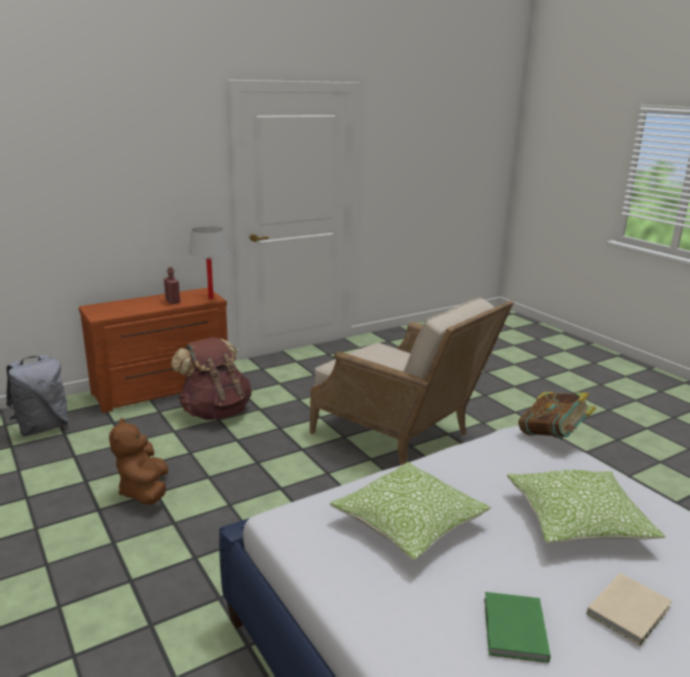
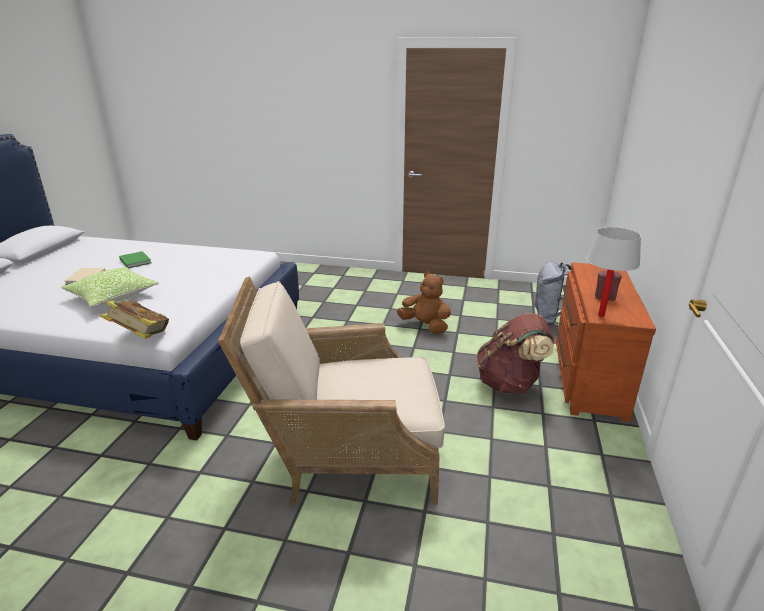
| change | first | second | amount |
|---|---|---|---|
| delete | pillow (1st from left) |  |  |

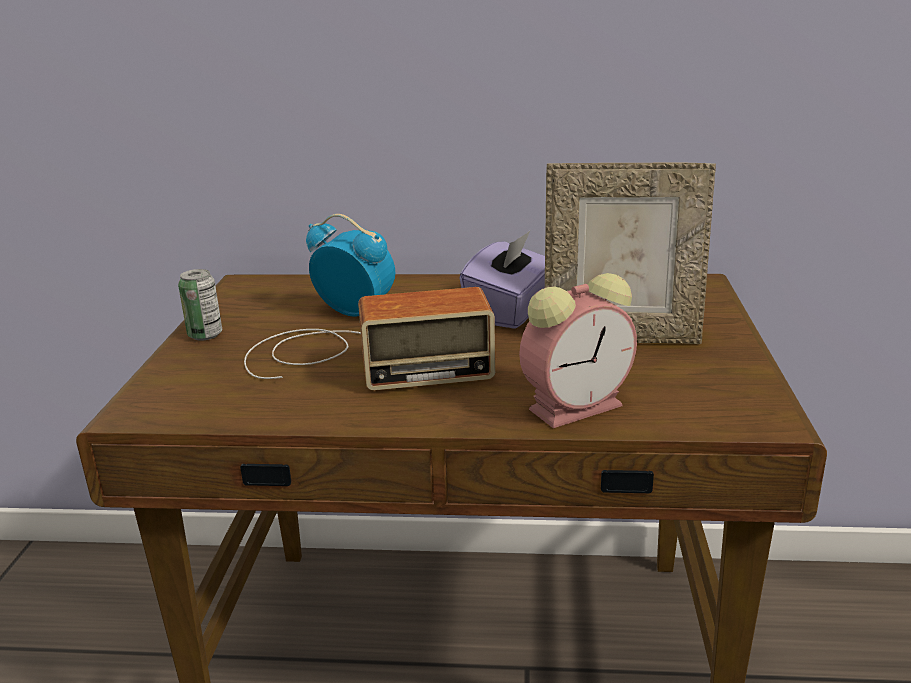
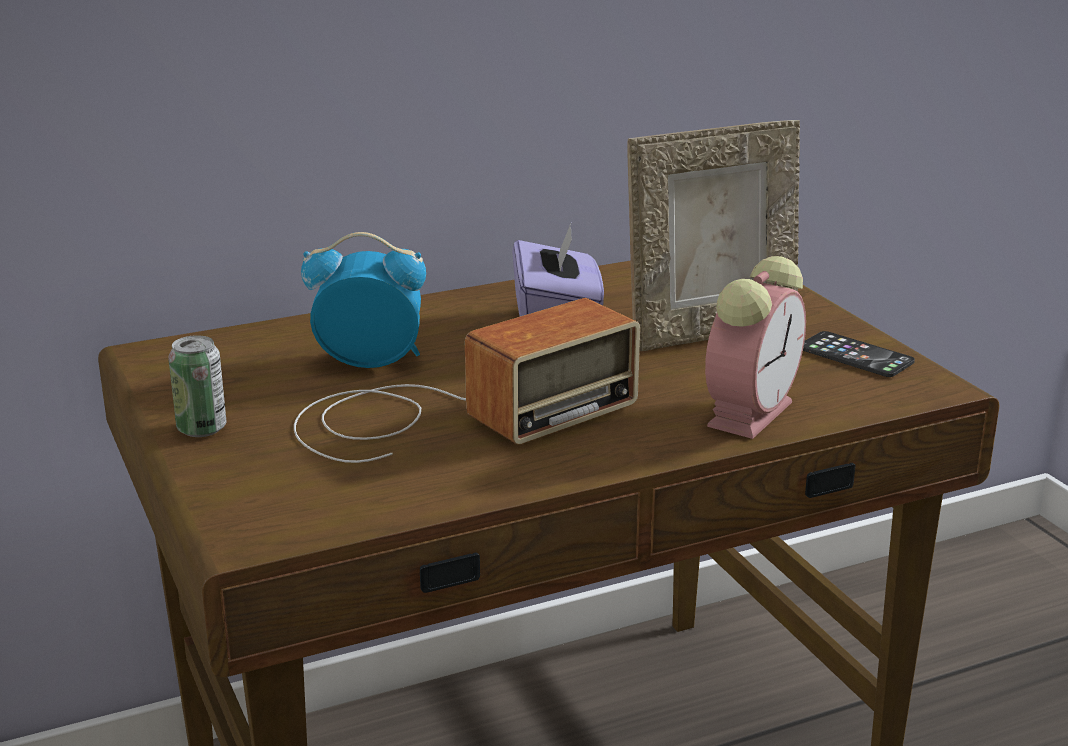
| change | first | second | amount |
|---|---|---|---|
| insert |  | handset |  |

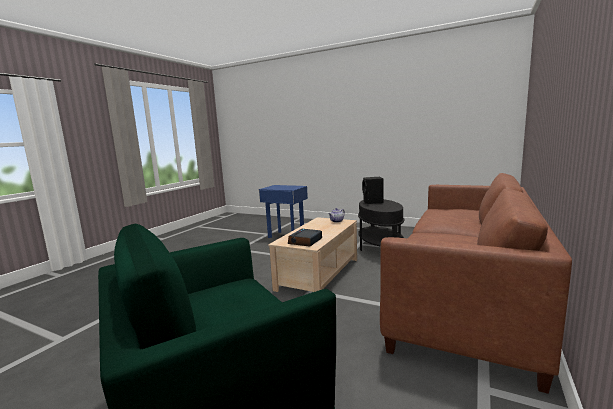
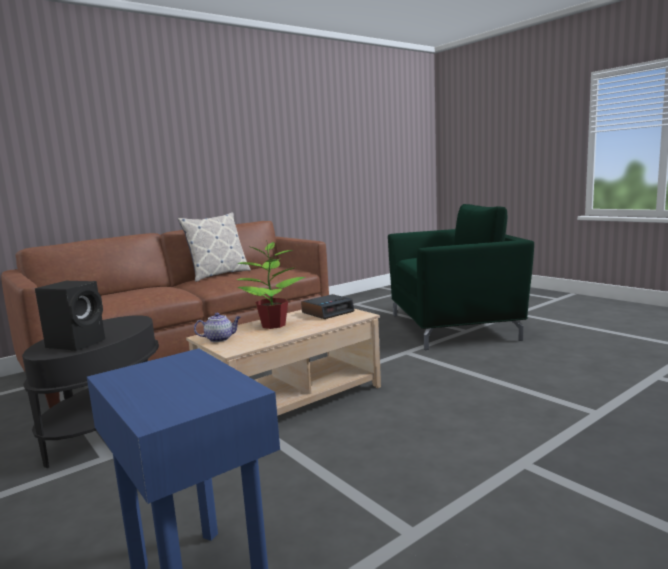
| change | first | second | amount |
|---|---|---|---|
| insert |  | pillow |  |
| insert |  | potted plant |  |

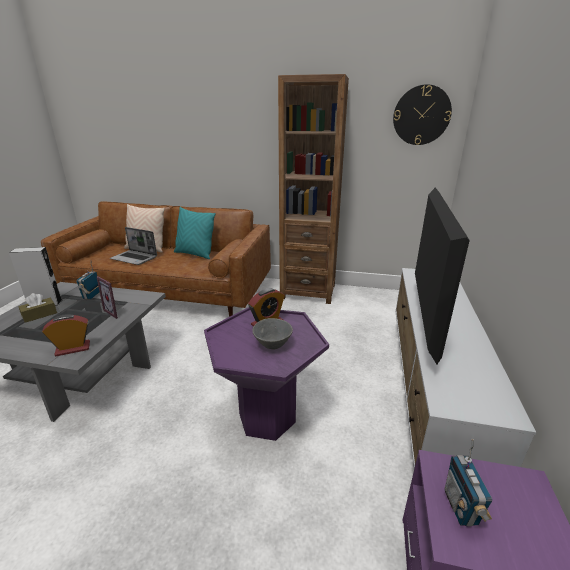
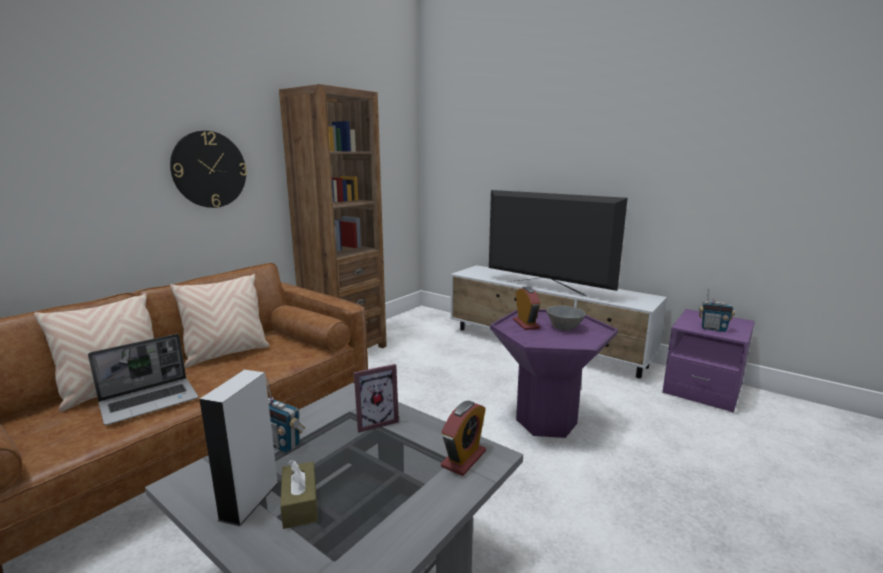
| change | first | second | amount |
|---|---|---|---|
| move | clock on the wall |  |  |
| recolor | pillow (turquoise) | pillow (beige-coloured) (2nd from left) |  |
| rotate | table clock (1st from left) |  | 150 degrees counterclockwise |

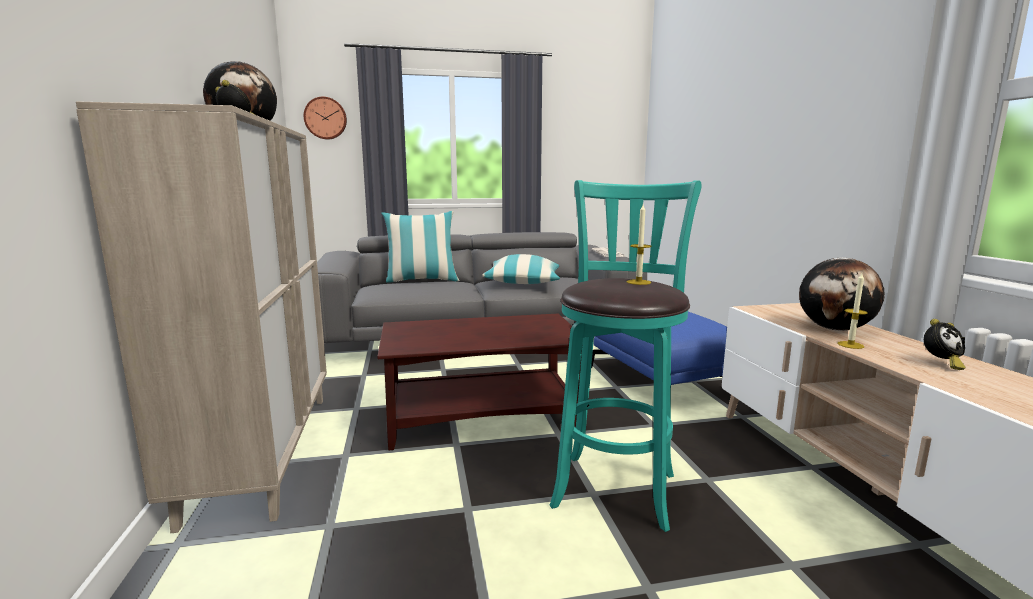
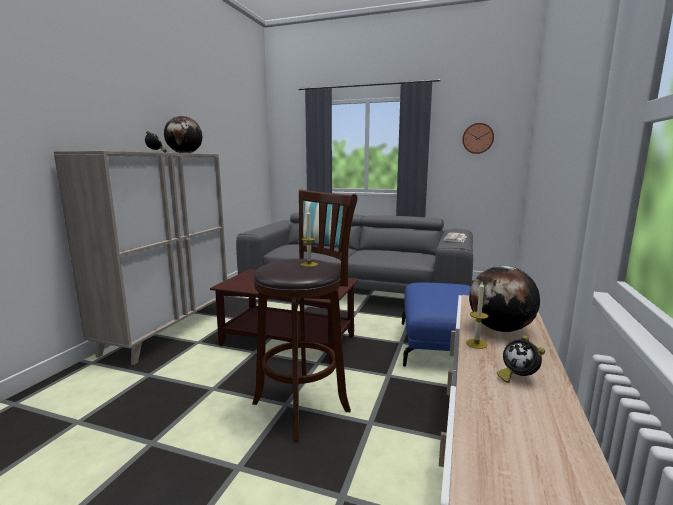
| change | first | second | amount |
|---|---|---|---|
| recolor | sitting stool (turquoise) | sitting stool (brownish) |  |
| move | clock on the wall |  |  |
| rotate | table clock (2nd from left) |  | 45 degrees clockwise |
| delete | pillow (2nd from left) |  |  |

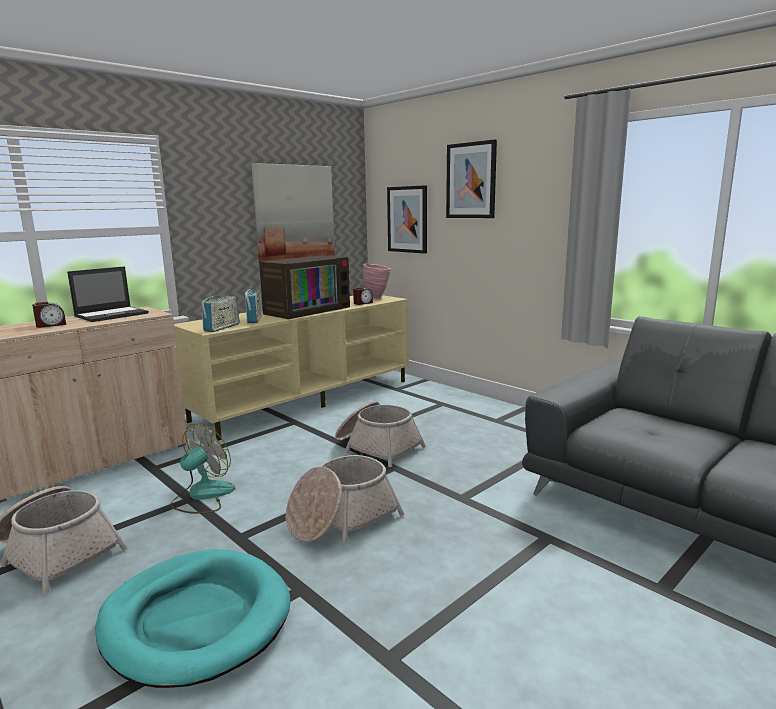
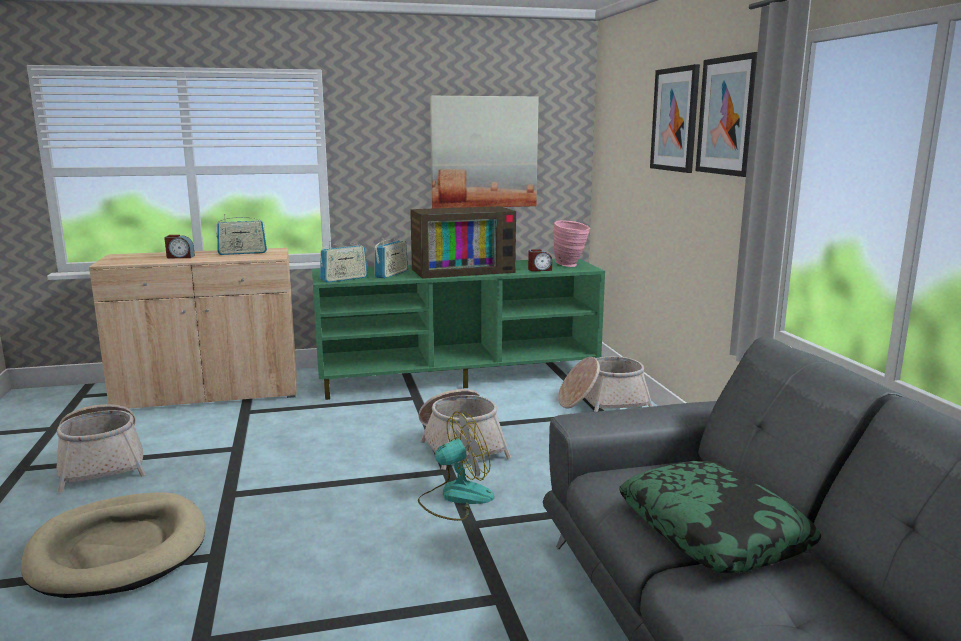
| change | first | second | amount |
|---|---|---|---|
| recolor | dog bed (turquoise) | dog bed (beige-coloured) |  |
| replace | portable computer | radio (1st from left) |  |
| recolor | tv stand (beige-coloured) | tv stand (greenish) |  |
| move | cooling fan |  |  |
| move | basket (2nd from left in the first image) | basket (3rd from left) |  |
| insert |  | pillow |  |
| move | wall art (2nd from left in the first image) | wall art (3rd from left) |  |

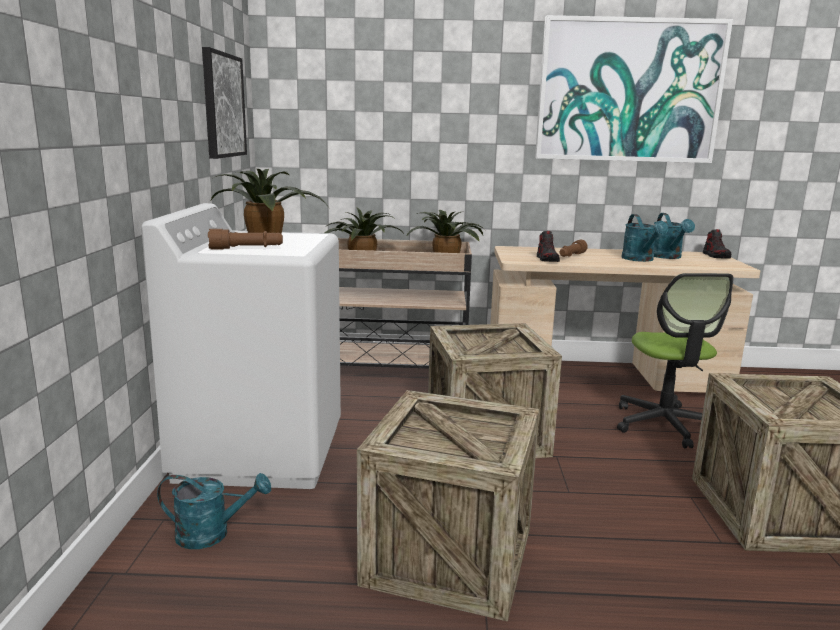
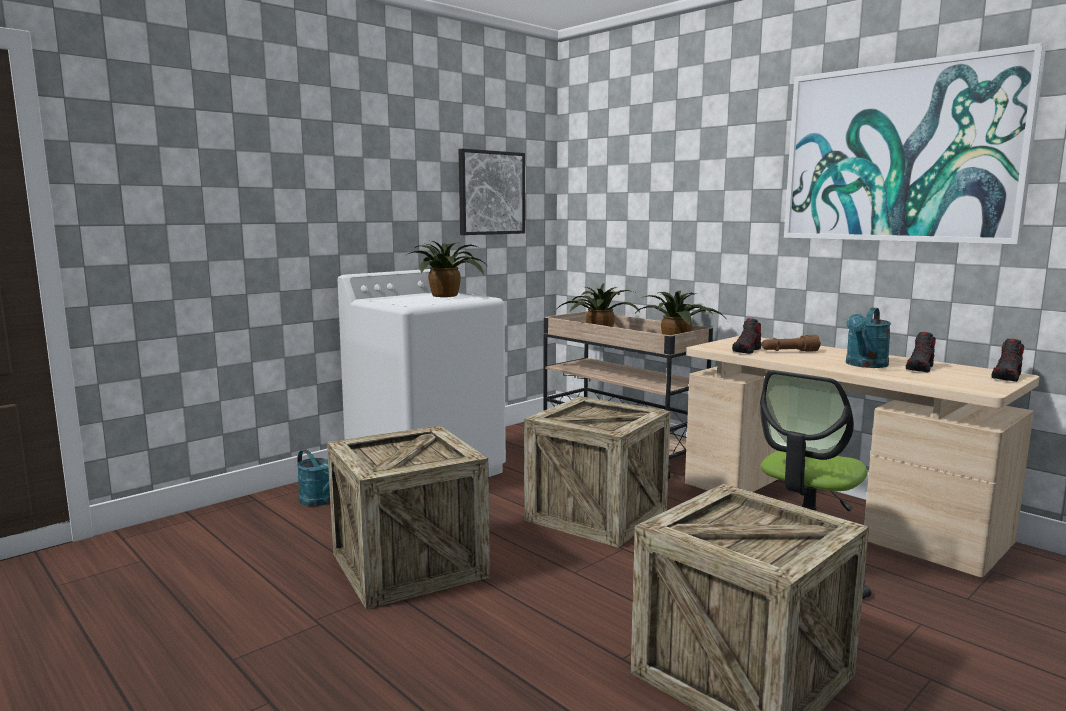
| change | first | second | amount |
|---|---|---|---|
| replace | sprinkling can (turquoise) (3rd from left) | item of footwear (2nd from left) |  |
| delete | torch (brownish) (1st from left) |  |  |

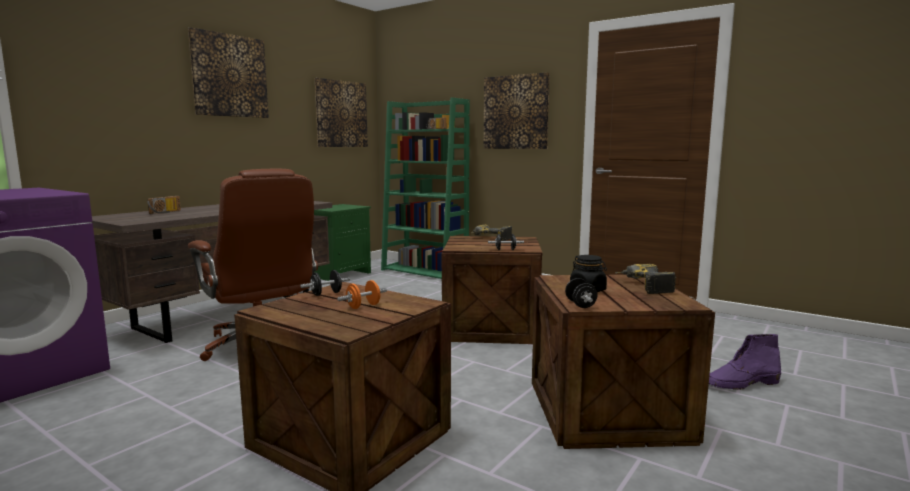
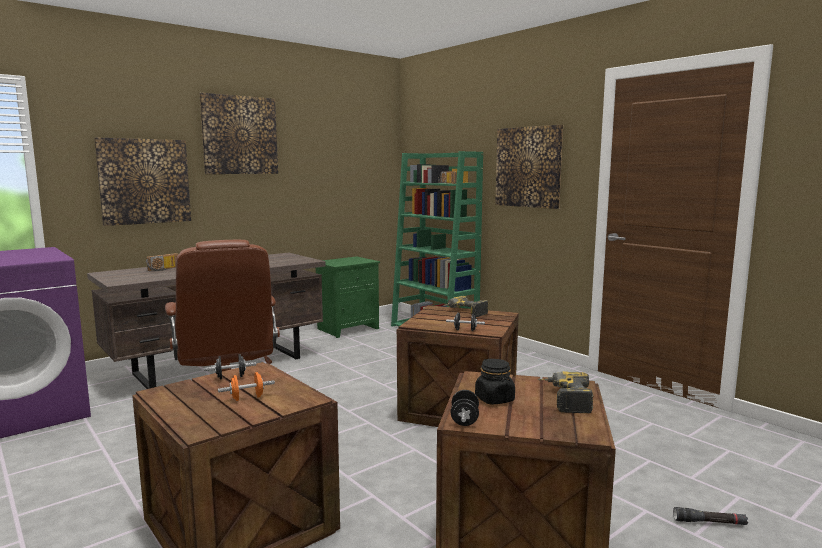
| change | first | second | amount |
|---|---|---|---|
| move | wall art (2nd from left in the first image) | wall art (1st from left) |  |
| replace | tall boot (purple) | torch (black-coloured) |  |

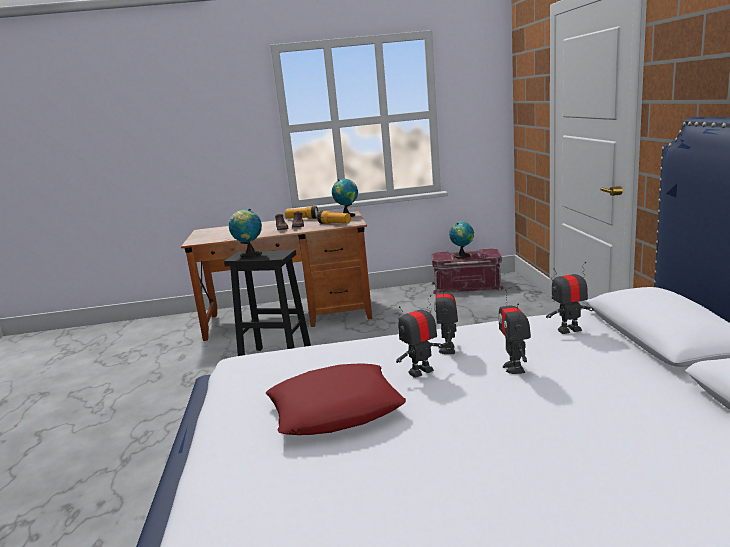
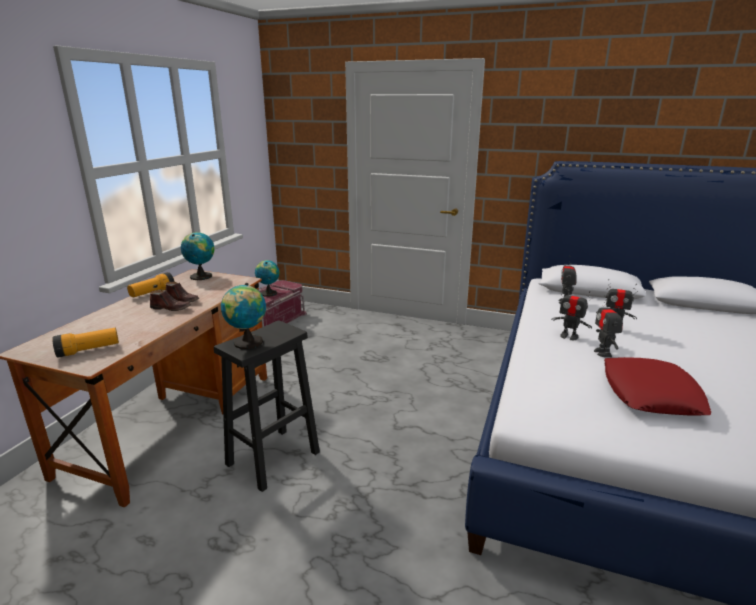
| change | first | second | amount |
|---|---|---|---|
| move | torch (2nd from left in the first image) | torch (1st from left) |  |

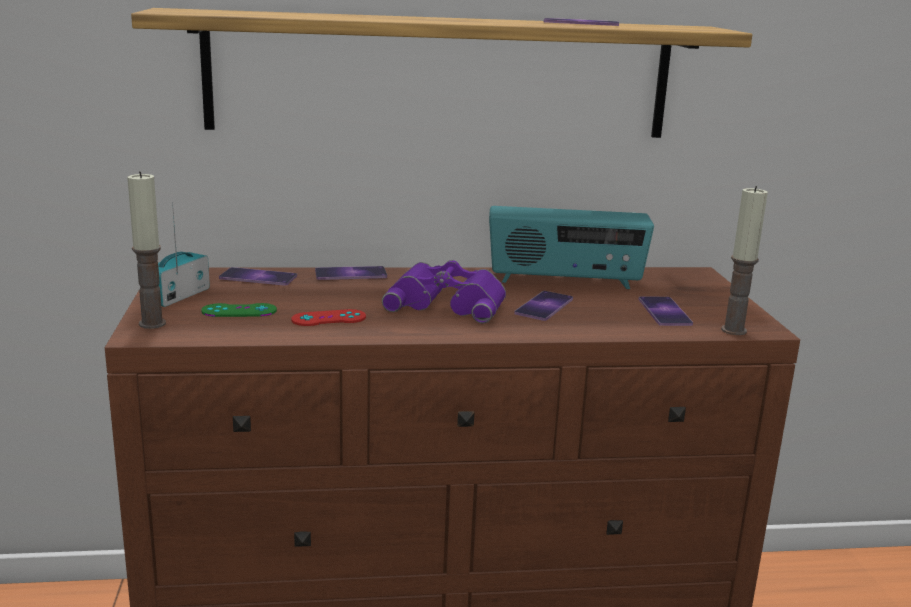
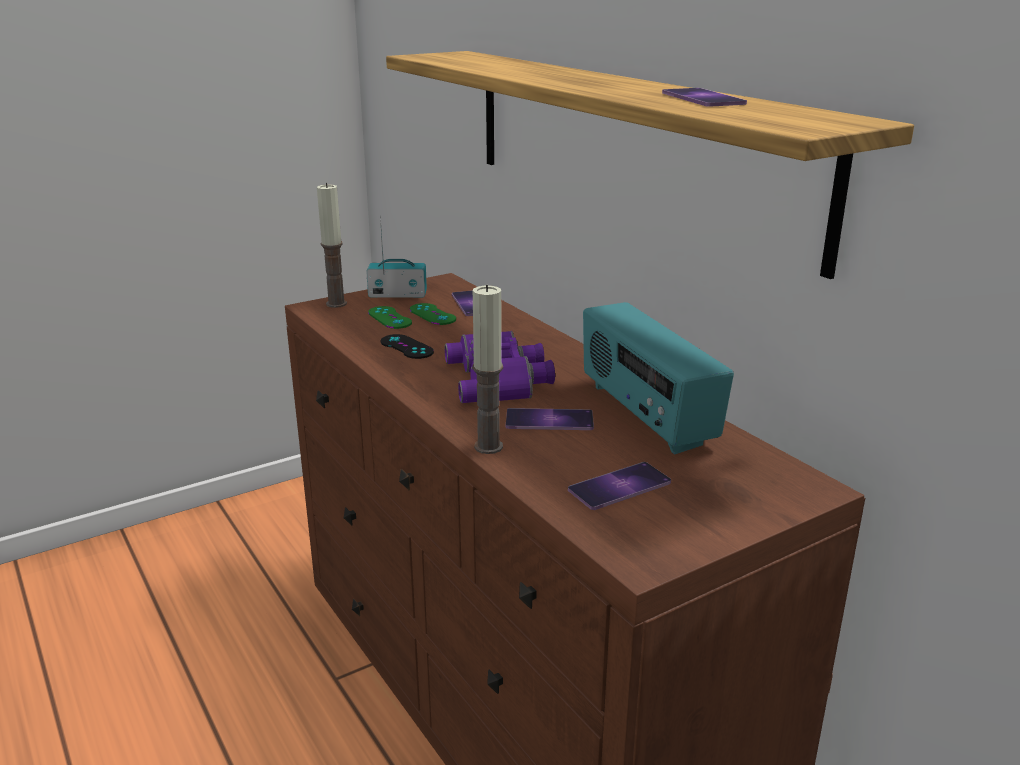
| change | first | second | amount |
|---|---|---|---|
| recolor | gamepad (red) | gamepad (black-coloured) |  |
| insert |  | gamepad (greenish) (2nd from left) |  |
| move | wax light (2nd from left) |  |  |
| delete | handset (2nd from left) |  |  |

